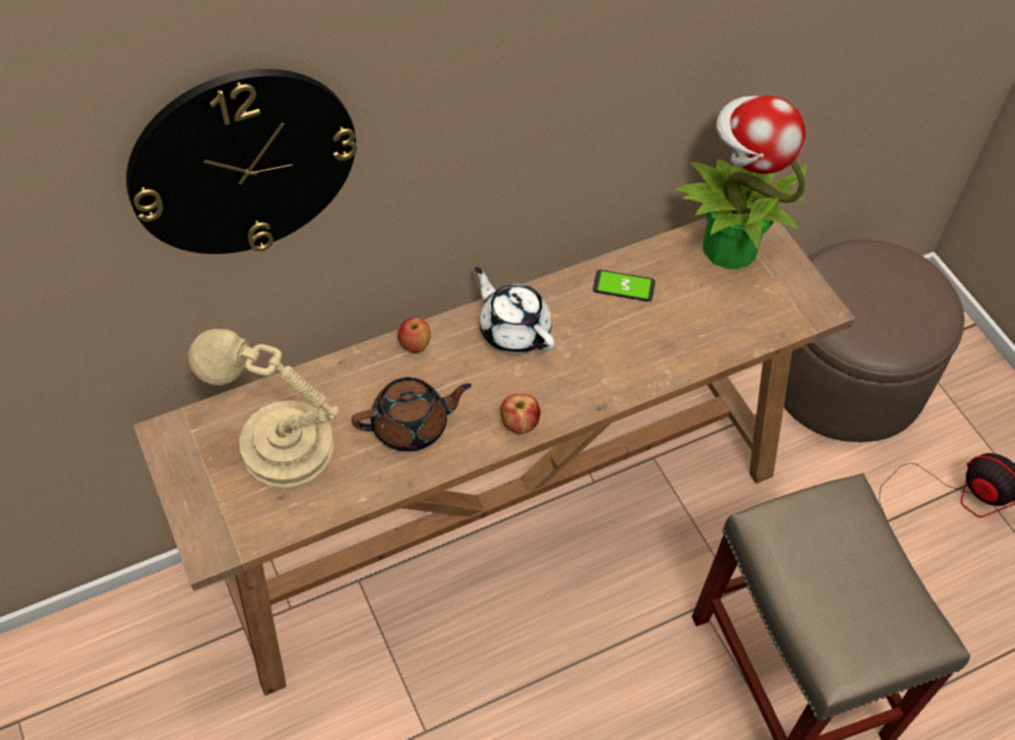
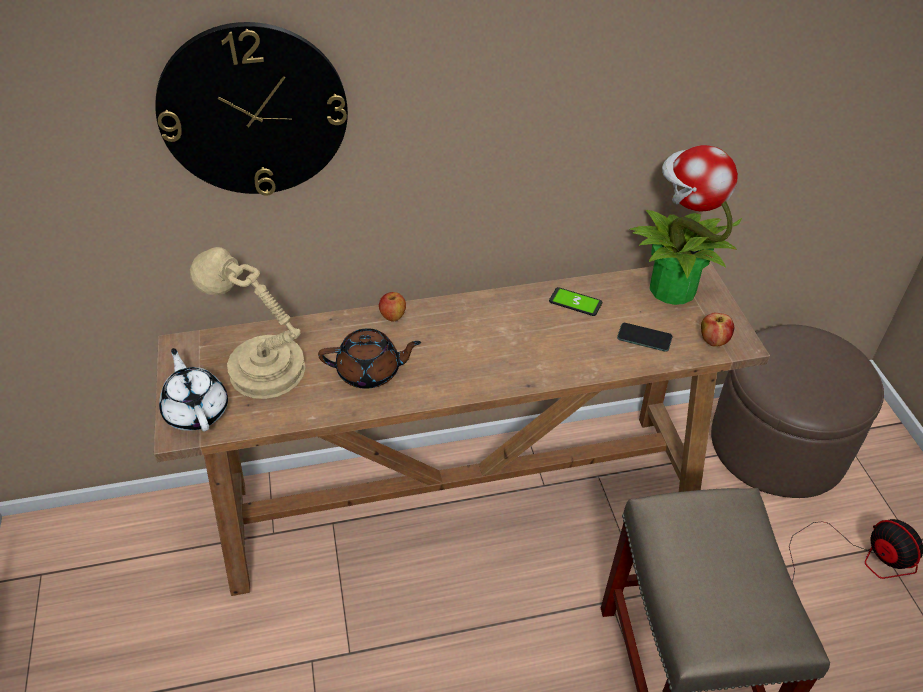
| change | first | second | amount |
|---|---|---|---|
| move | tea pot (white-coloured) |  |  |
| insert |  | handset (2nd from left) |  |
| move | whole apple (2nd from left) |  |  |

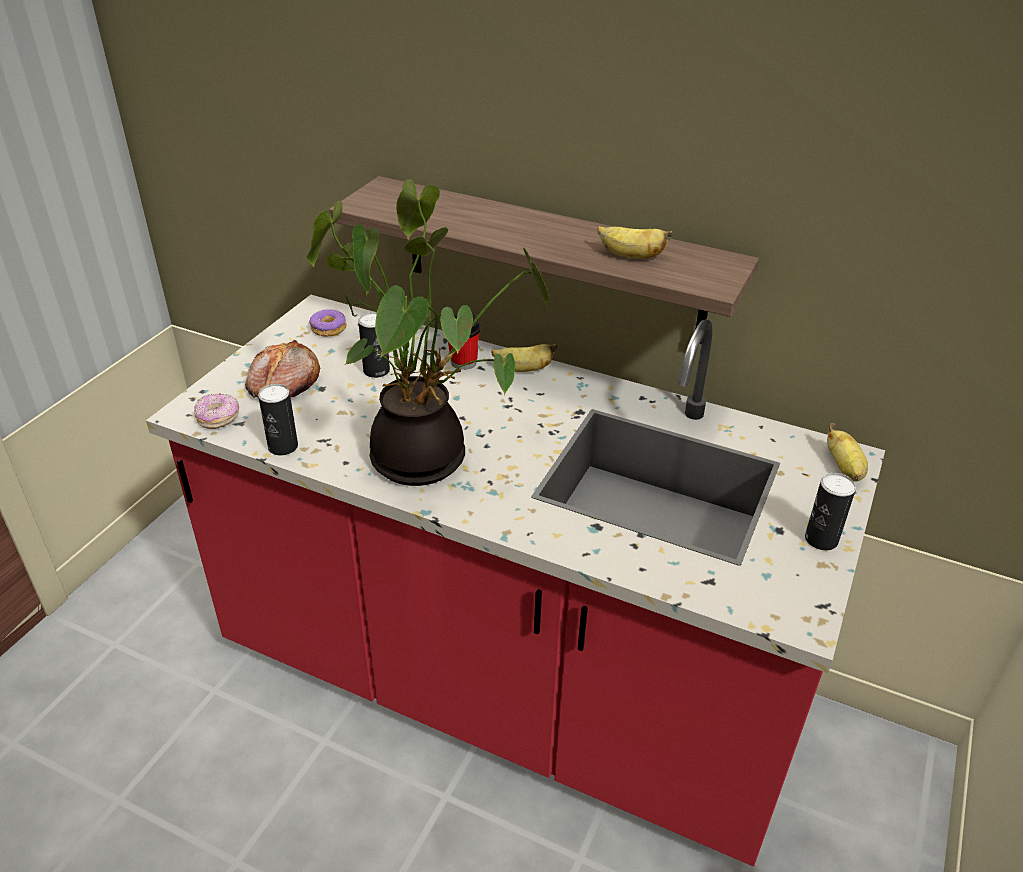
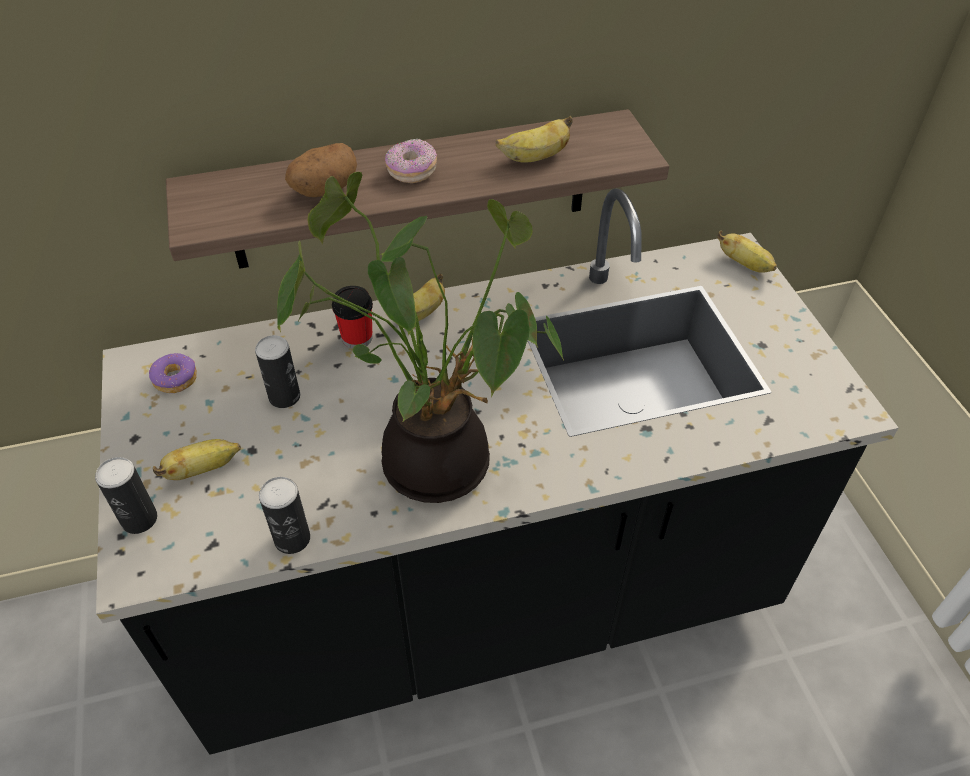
| change | first | second | amount |
|---|---|---|---|
| move | can (3rd from left in the first image) | can (1st from left) |  |
| recolor | kitchen base unit (red) | kitchen base unit (black-coloured) |  |
| replace | bakery bread | banana fruit (1st from left) |  |
| insert |  | spud |  |
| move | doughnut (1st from left in the first image) | doughnut (2nd from left) |  |

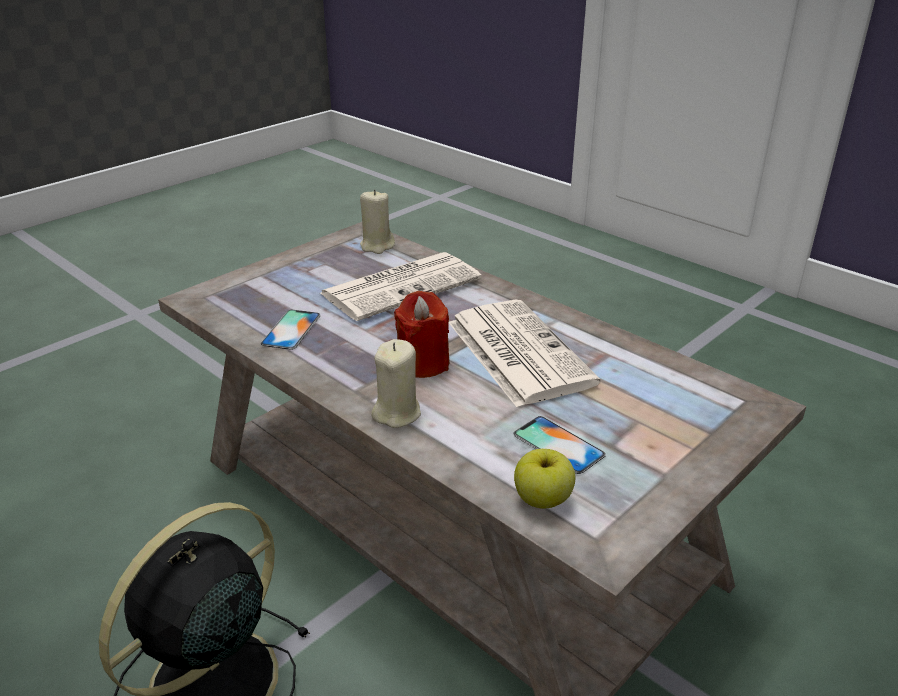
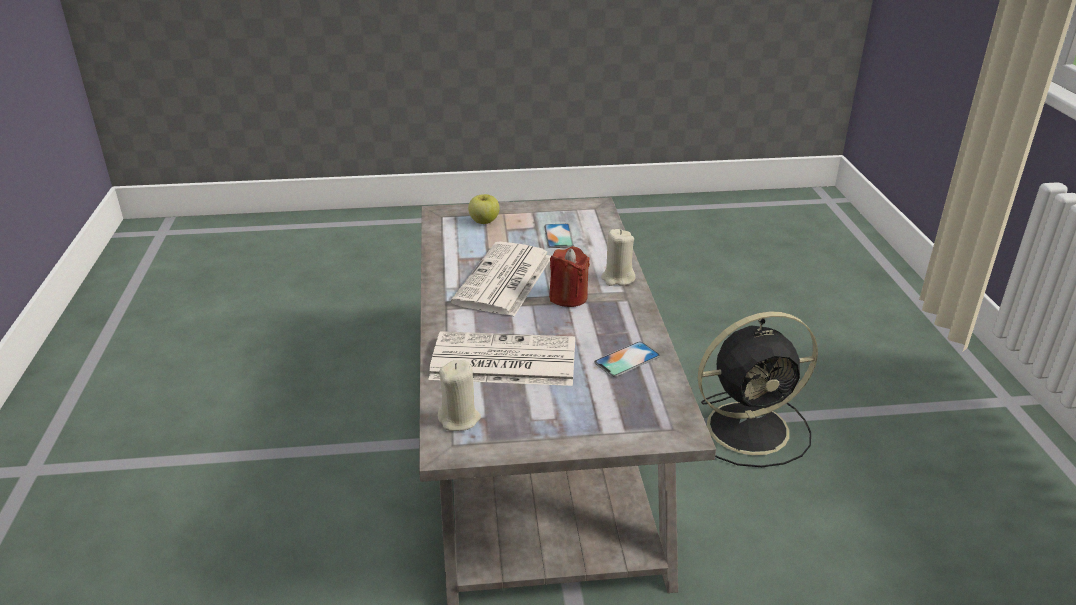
| change | first | second | amount |
|---|---|---|---|
| move | whole apple |  |  |

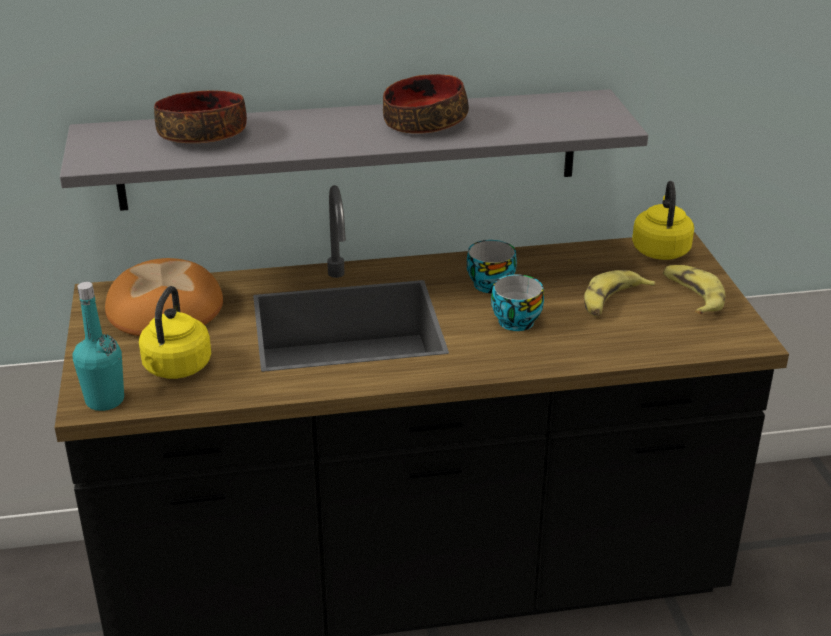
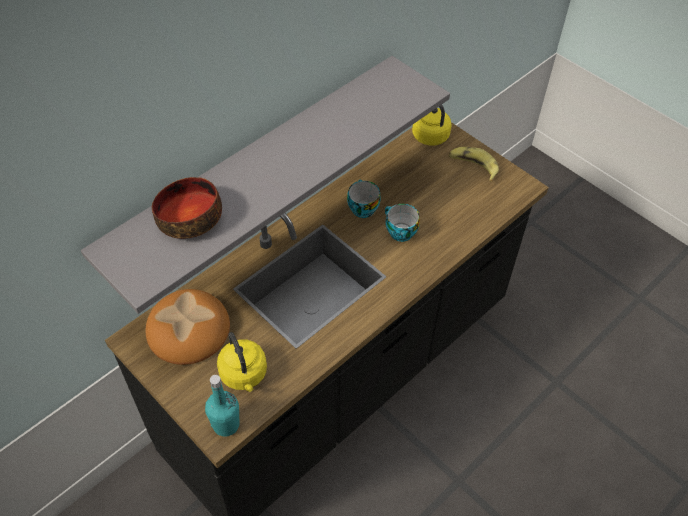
| change | first | second | amount |
|---|---|---|---|
| delete | serving bowl (2nd from left) |  |  |
| delete | banana fruit (1st from left) |  |  |

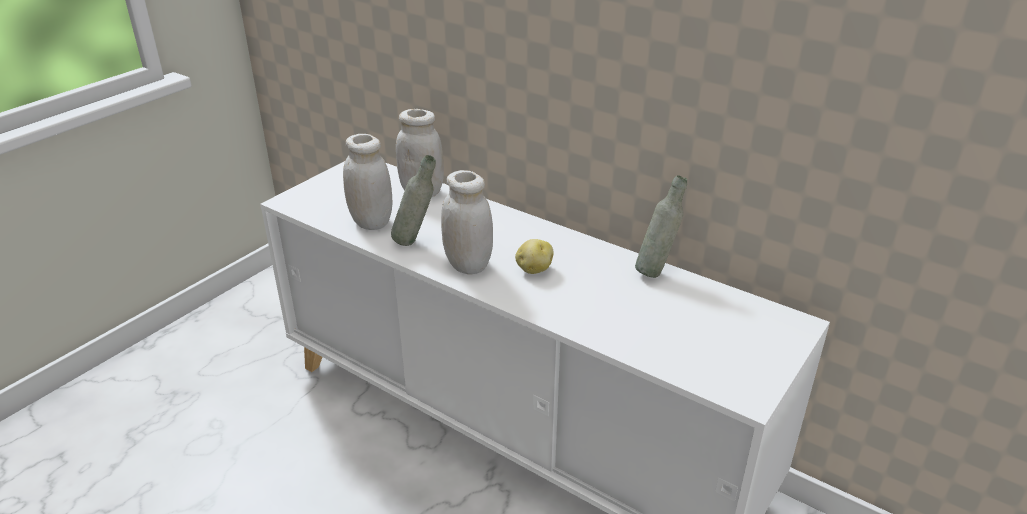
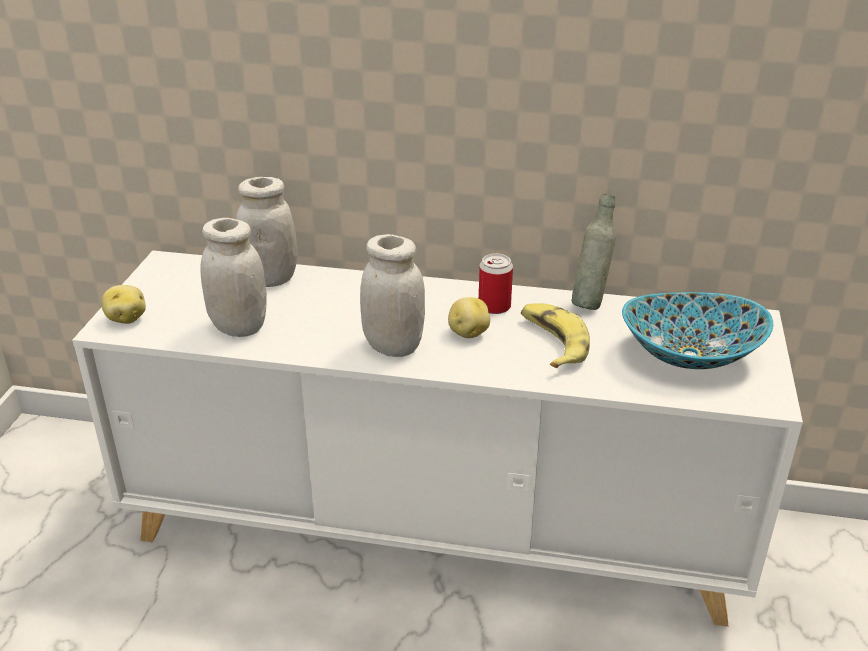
| change | first | second | amount |
|---|---|---|---|
| insert |  | spud (1st from left) |  |
| insert |  | can |  |
| insert |  | banana fruit |  |
| insert |  | serving bowl |  |
| delete | drink bottle (greyish) (1st from left) |  |  |

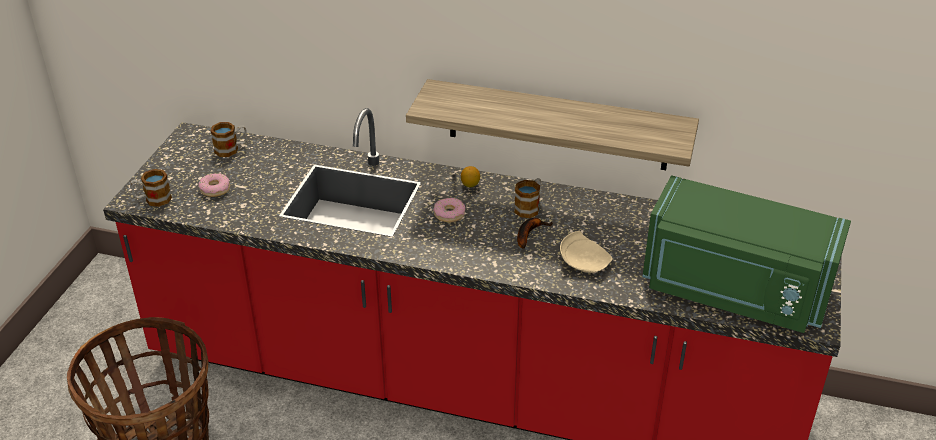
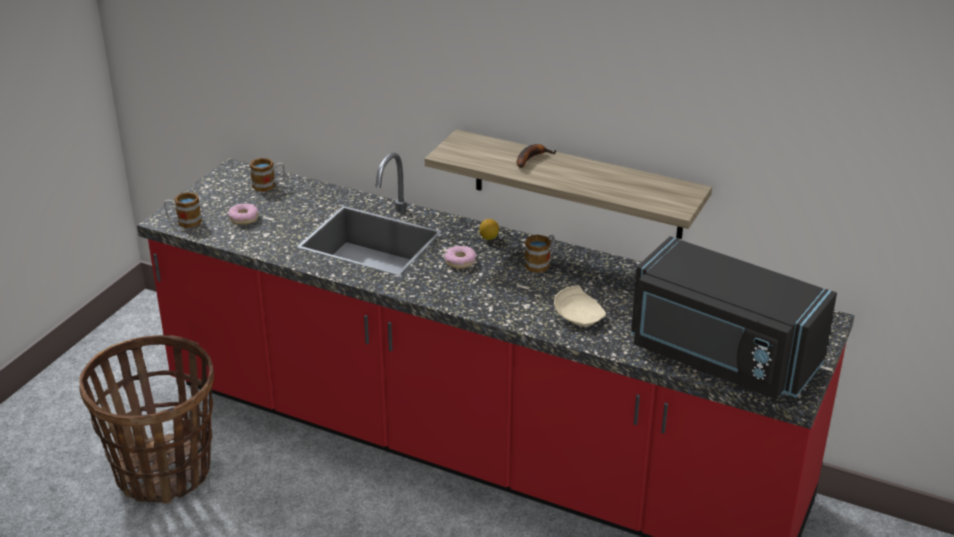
| change | first | second | amount |
|---|---|---|---|
| move | banana fruit |  |  |
| recolor | kitchen microwave (greenish) | kitchen microwave (black-coloured) |  |

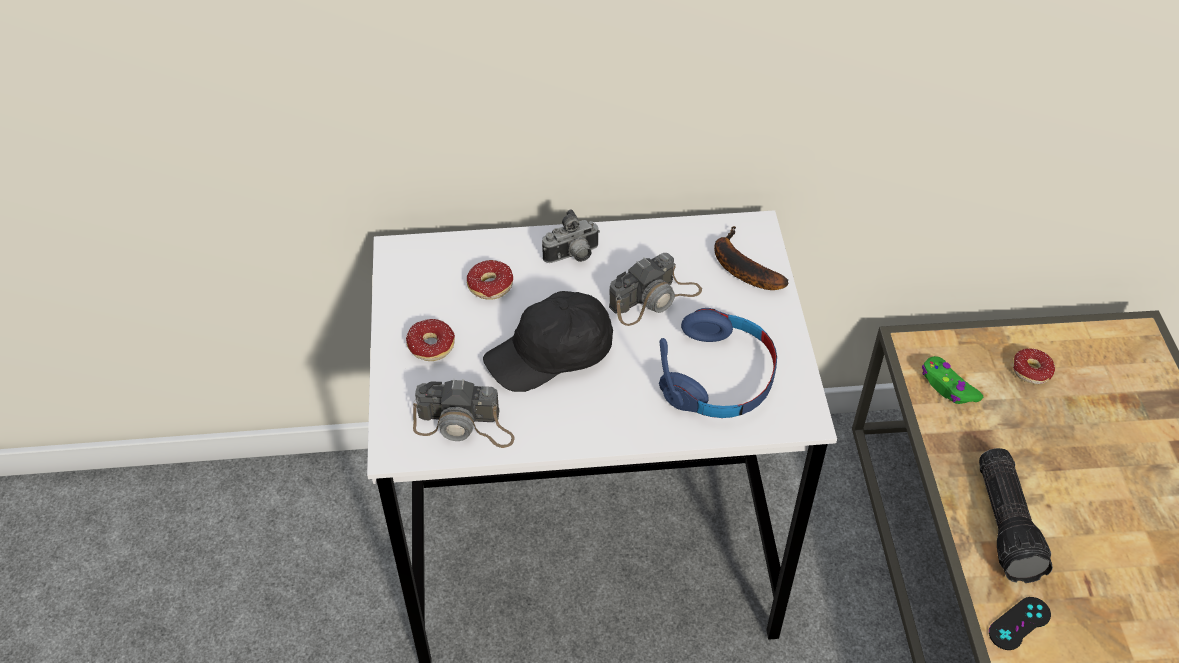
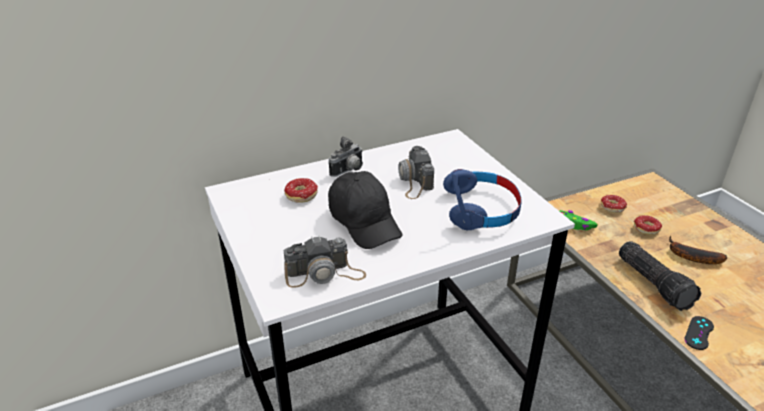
| change | first | second | amount |
|---|---|---|---|
| rotate | baseball cap (black-coloured) |  | 75 degrees counterclockwise |
| rotate | still camera (3rd from left) |  | 135 degrees clockwise |
| move | doughnut (1st from left in the first image) | doughnut (3rd from left) |  |
| move | banana fruit |  |  |

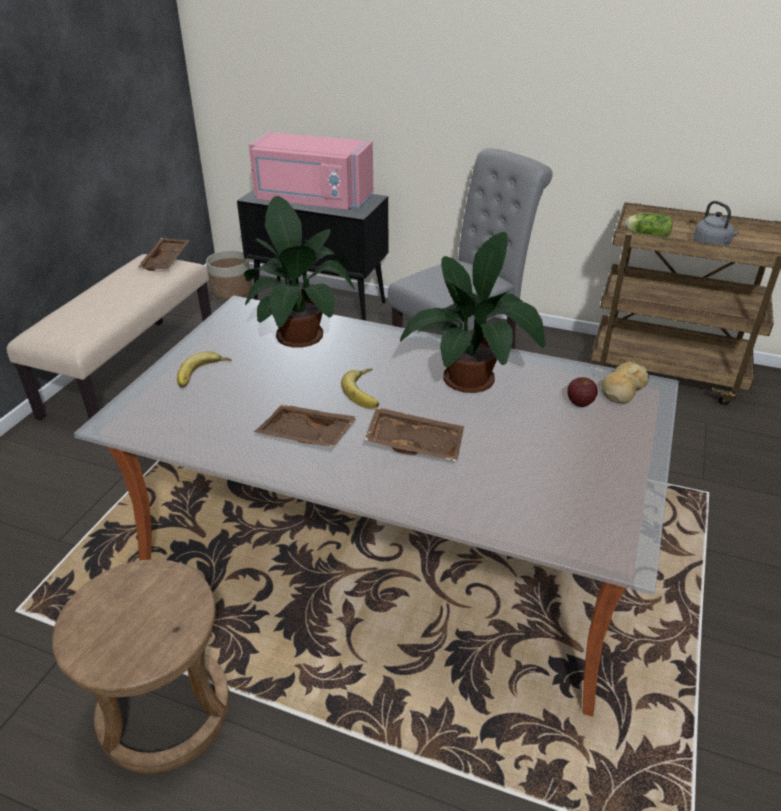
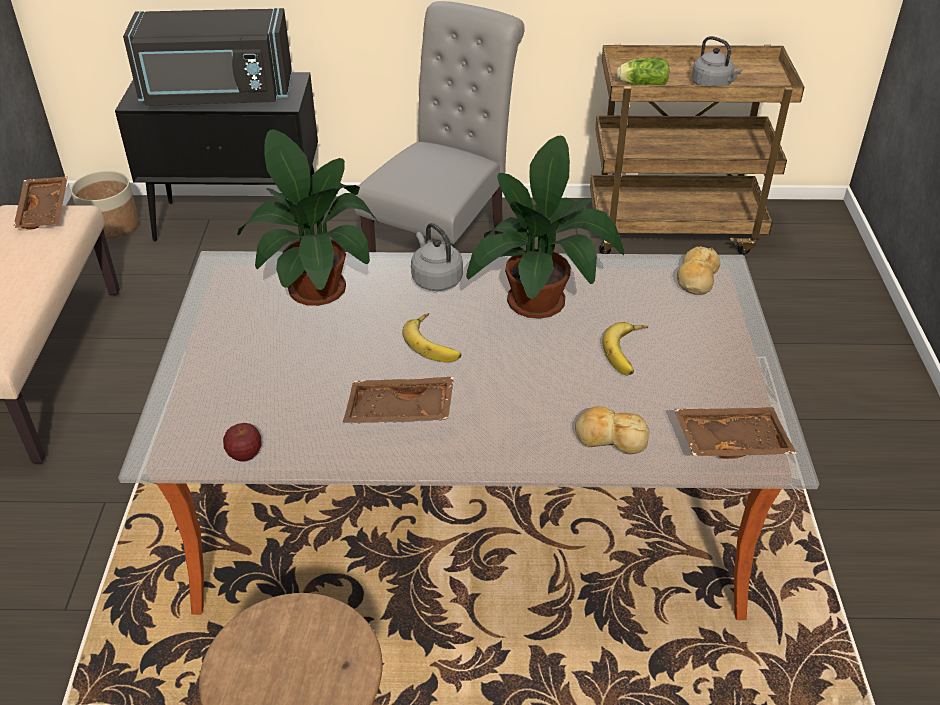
| change | first | second | amount |
|---|---|---|---|
| recolor | kitchen microwave (pink) | kitchen microwave (black-coloured) |  |
| move | whole apple |  |  |
| insert |  | water kettle (greyish) (1st from left) |  |
| insert |  | bakery bread (1st from left) |  |
| move | banana fruit (1st from left in the first image) | banana fruit (2nd from left) |  |
| move | carrying tray (brownish) (3rd from left) |  |  |

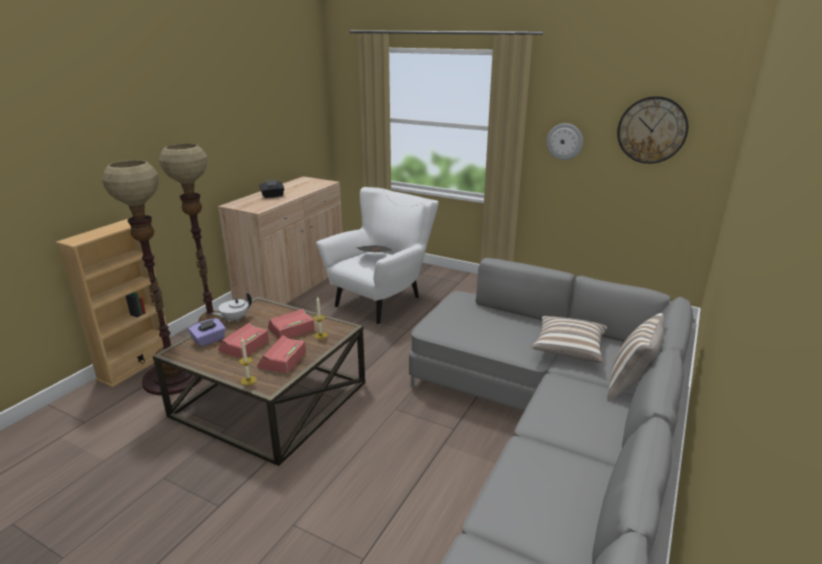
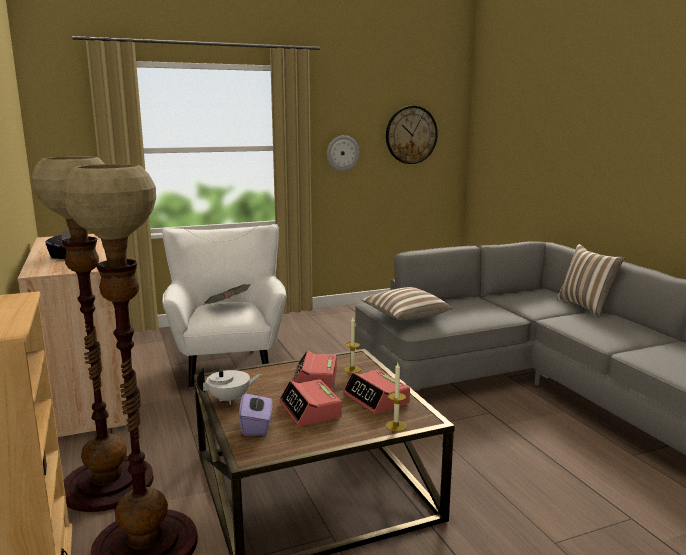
| change | first | second | amount |
|---|---|---|---|
| rotate | tea pot (white-coloured) |  | 105 degrees counterclockwise |
| move | pillow (1st from left) |  |  |

